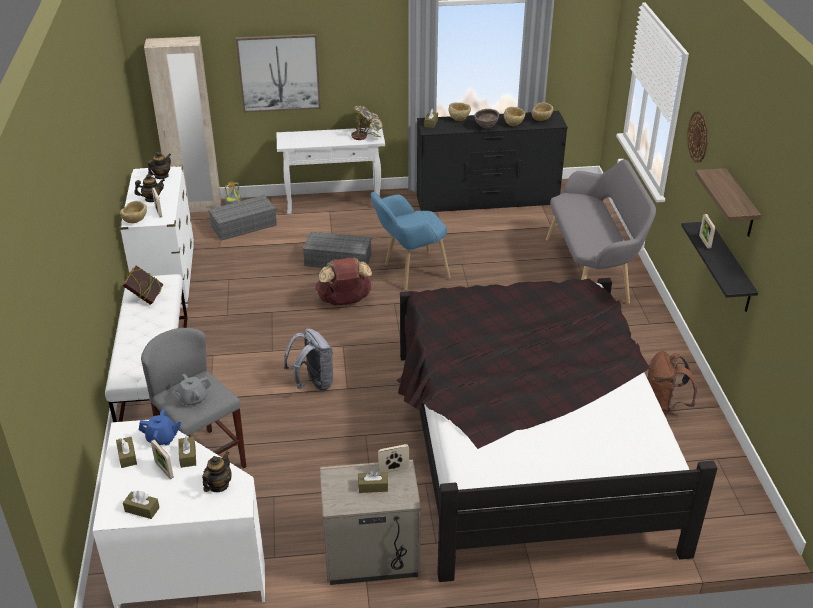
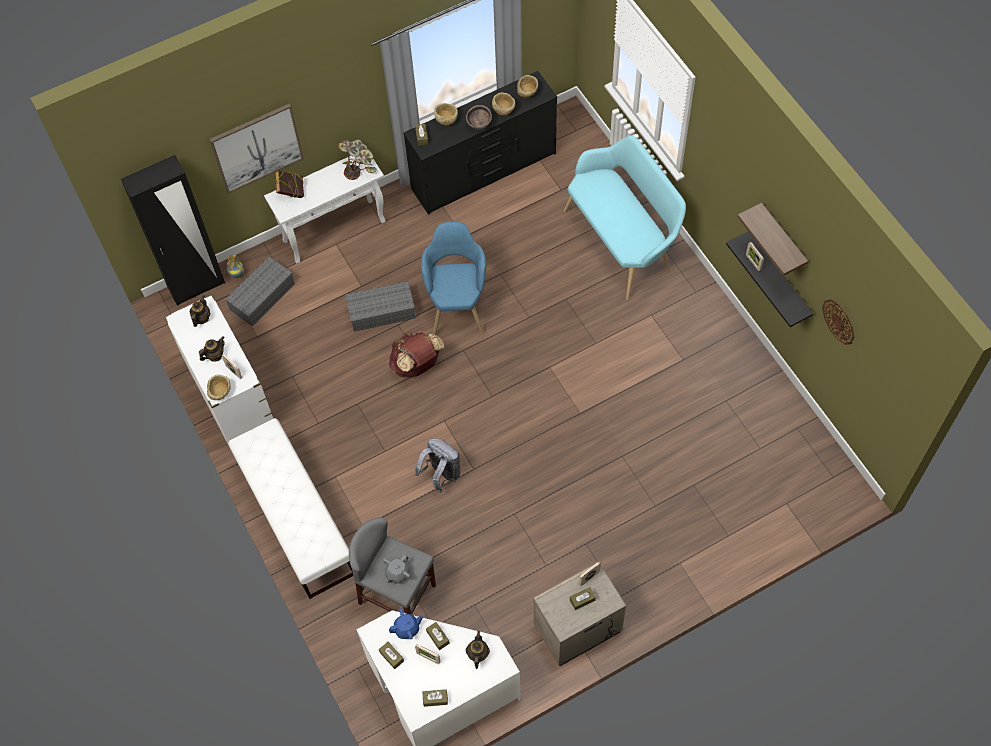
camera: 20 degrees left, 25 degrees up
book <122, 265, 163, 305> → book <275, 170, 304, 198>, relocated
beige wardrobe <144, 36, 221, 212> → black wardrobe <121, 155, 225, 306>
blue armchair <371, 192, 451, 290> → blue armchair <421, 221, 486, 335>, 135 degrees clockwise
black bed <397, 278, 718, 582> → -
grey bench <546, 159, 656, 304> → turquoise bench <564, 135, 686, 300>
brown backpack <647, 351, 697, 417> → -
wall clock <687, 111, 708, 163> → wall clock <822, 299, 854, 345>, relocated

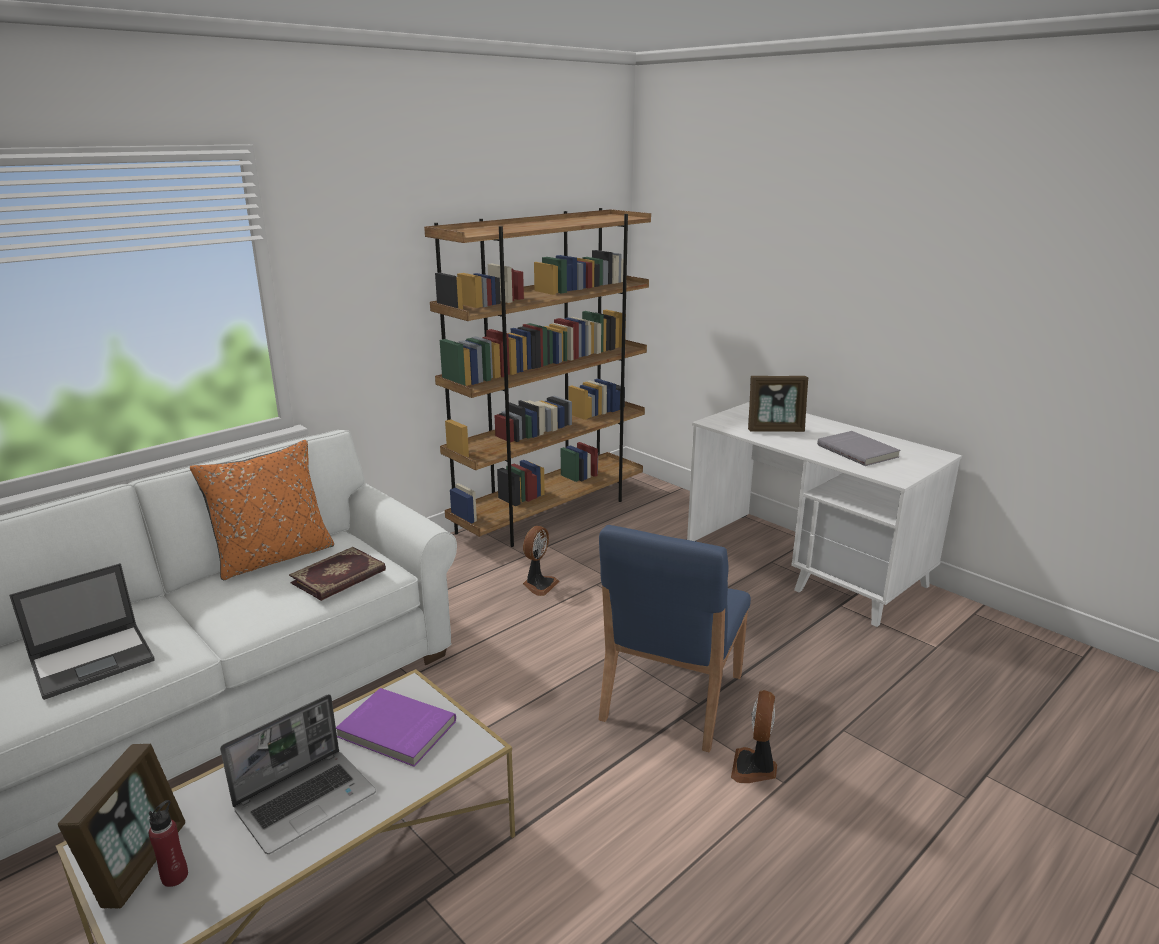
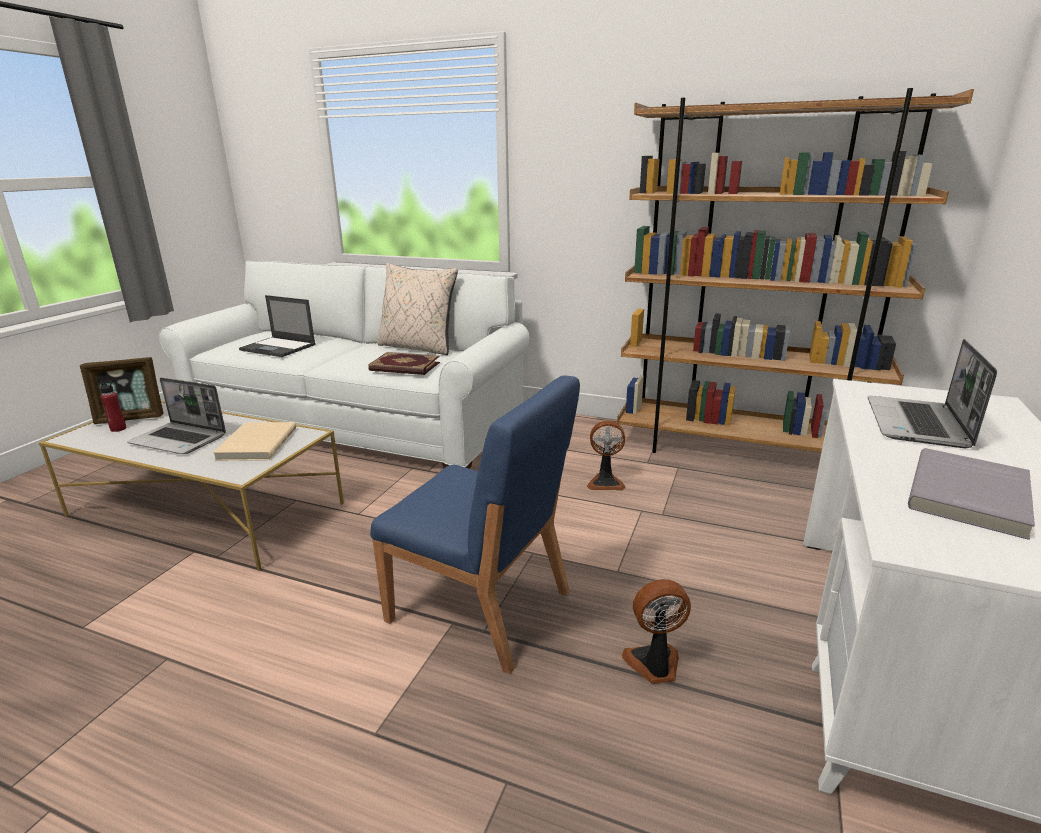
camera: 65 degrees right, 0 degrees up
orange pillow <190, 440, 334, 580> → beige pillow <377, 263, 458, 355>
purple book <336, 688, 456, 767> → beige book <213, 422, 296, 460>
blue chair <599, 525, 751, 752> → blue chair <370, 375, 580, 674>, 150 degrees counterclockwise
fan <731, 690, 777, 783> → fan <622, 579, 691, 684>, relocated
picture frame <748, 376, 808, 432> → laptop <868, 339, 997, 448>

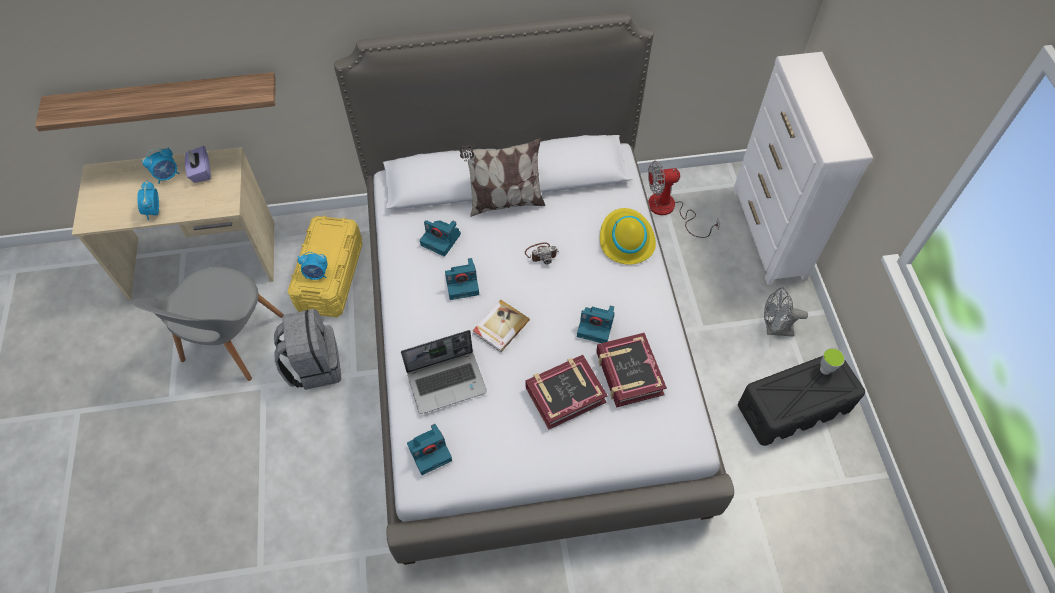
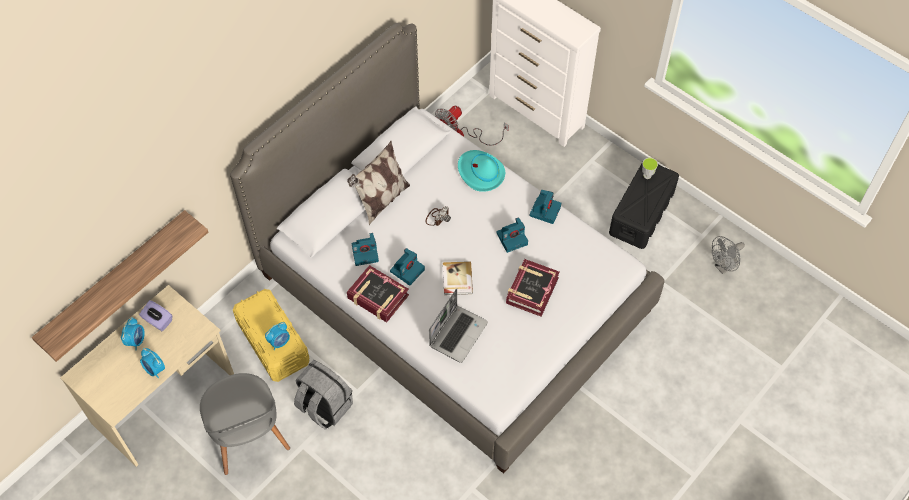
camera: 40 degrees left, 0 degrees up
photo camera <407, 424, 452, 475> → photo camera <530, 190, 561, 224>, relocated
book <596, 333, 667, 408> → book <347, 265, 409, 322>, relocated
yellow hat <600, 208, 656, 264> → turquoise hat <458, 150, 505, 192>
grey fan <764, 287, 808, 337> → grey fan <712, 236, 745, 274>, relocated

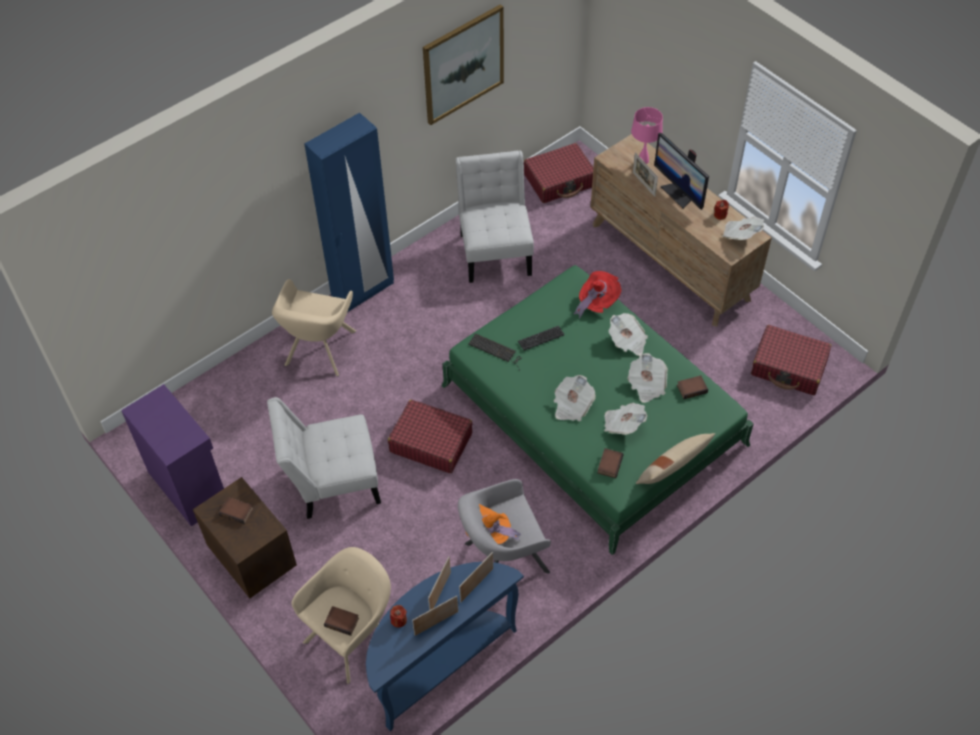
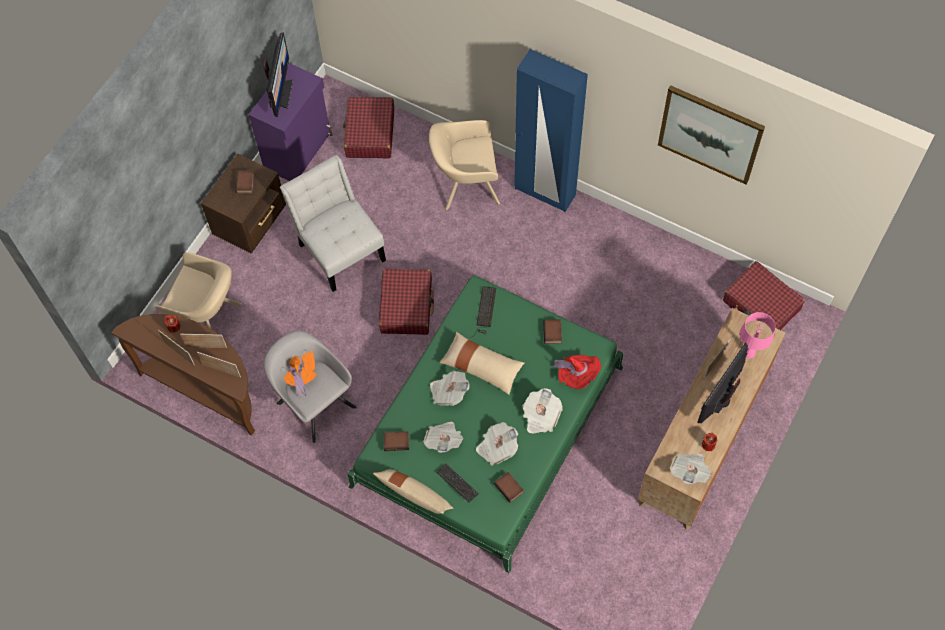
camera: 70 degrees right, 10 degrees up
book <324, 606, 359, 636> → book <543, 319, 562, 344>, relocated
blue console table <366, 562, 524, 731> → brown console table <111, 314, 255, 436>
white chair <456, 151, 534, 283> → -
keyboard <518, 326, 565, 351> → keyboard <436, 464, 479, 503>, relocated
red suitcase <751, 325, 831, 395> → red suitcase <343, 97, 394, 158>, relocated
- → monitor <263, 32, 293, 117>
- → beige pillow <439, 332, 524, 395>

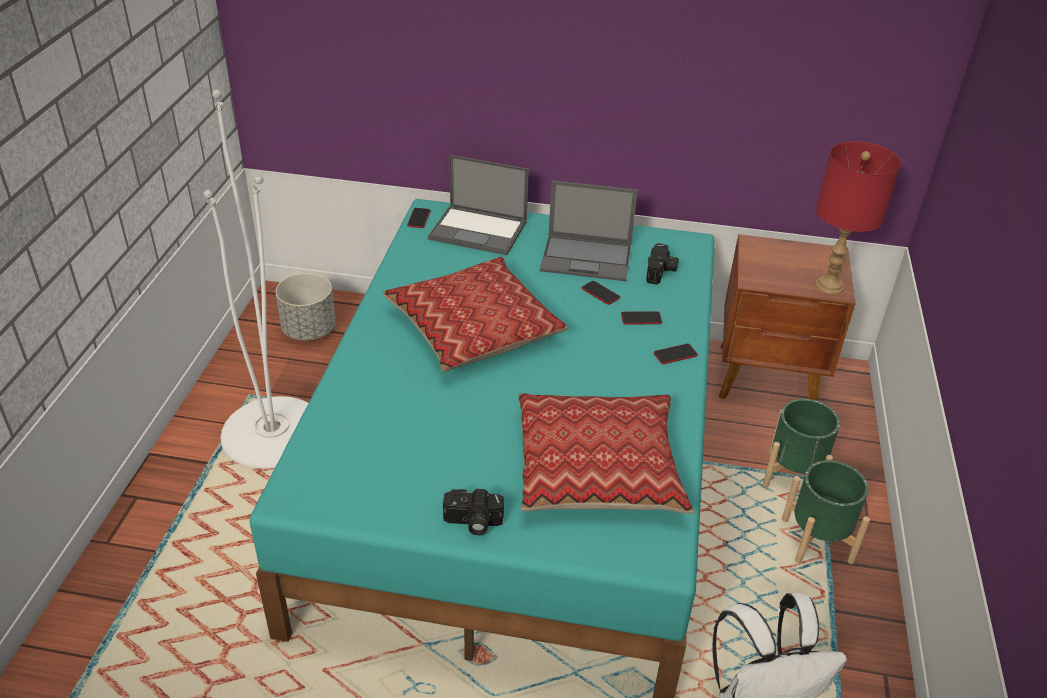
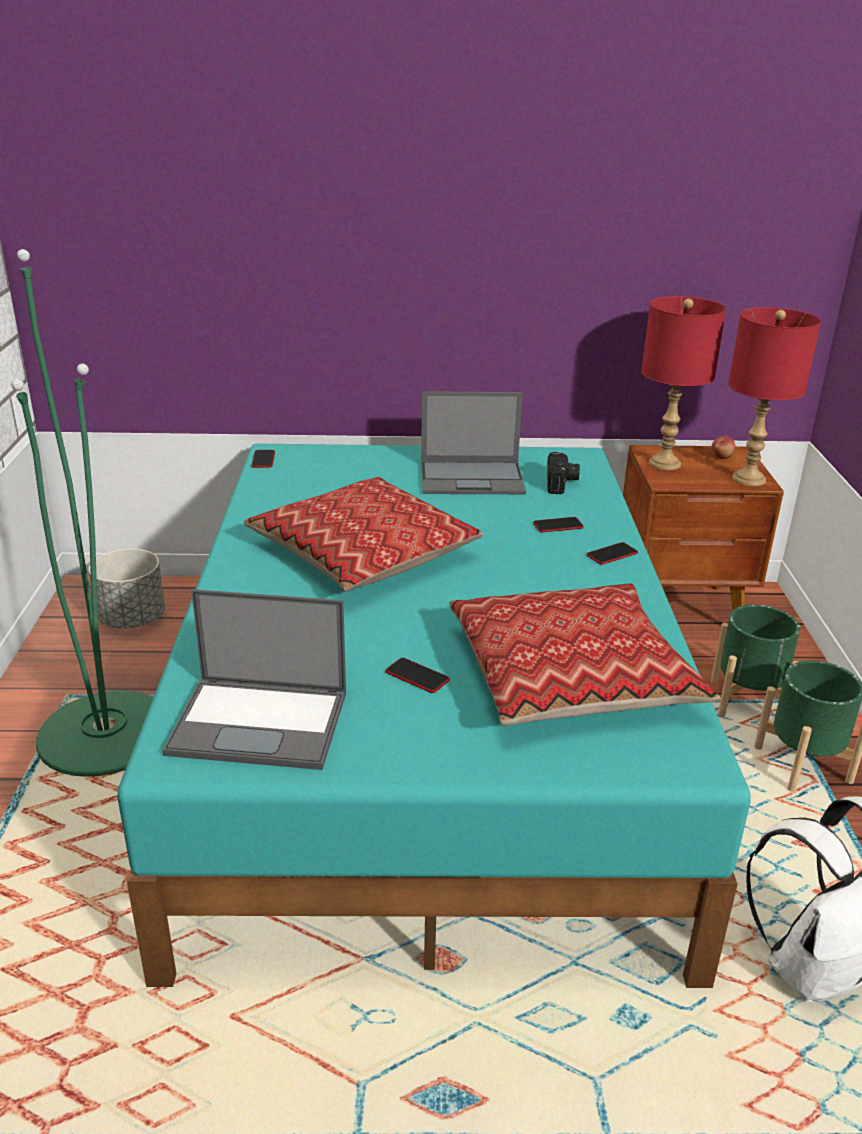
camera: 10 degrees left, 10 degrees down
white floor lamp <203, 89, 308, 469> → green floor lamp <11, 249, 153, 777>
laptop <428, 155, 529, 255> → laptop <163, 589, 346, 770>, relocated
photo camera <443, 489, 504, 536> → -
phone <582, 281, 620, 305> → phone <385, 658, 450, 693>, relocated
- → red table lamp <641, 296, 726, 470>
- → apple <712, 436, 735, 459>

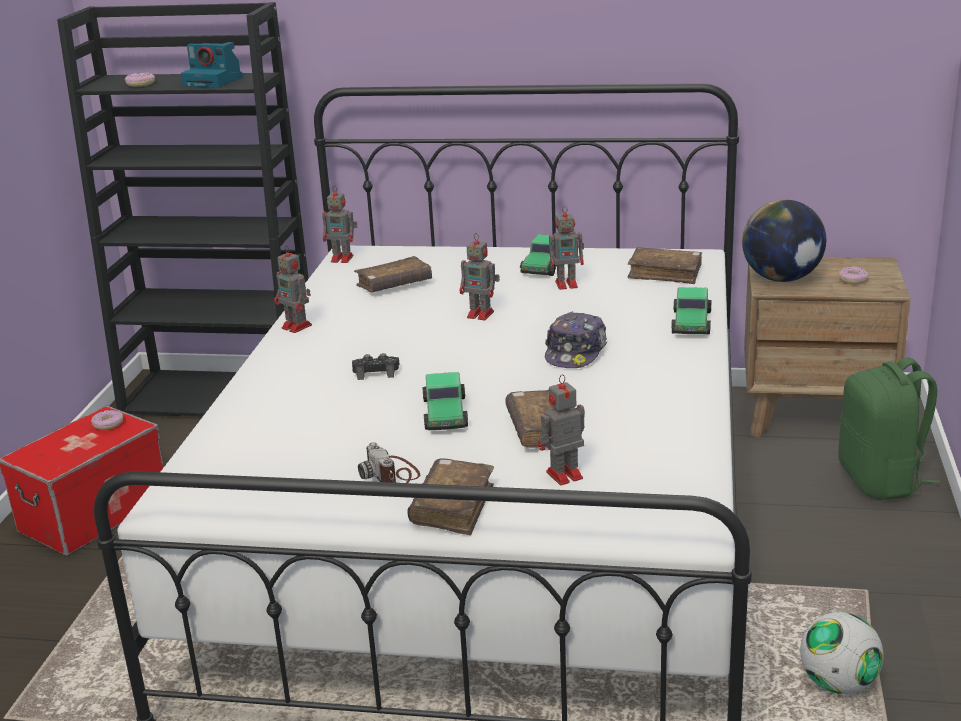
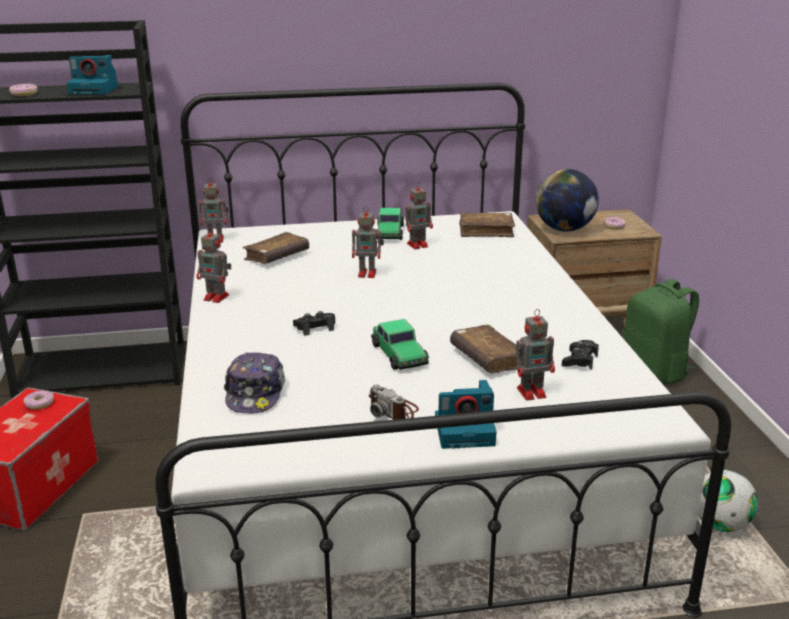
camera: 20 degrees left, 0 degrees up
brown book <407, 458, 494, 535> → photo camera <435, 380, 497, 449>
toy robot <538, 374, 585, 485> → toy robot <516, 309, 555, 401>, 150 degrees counterclockwise
cap <545, 311, 607, 368> → cap <224, 352, 285, 414>, relocated
toy car <671, 287, 712, 334> → -
- → black game controller <562, 340, 599, 370>

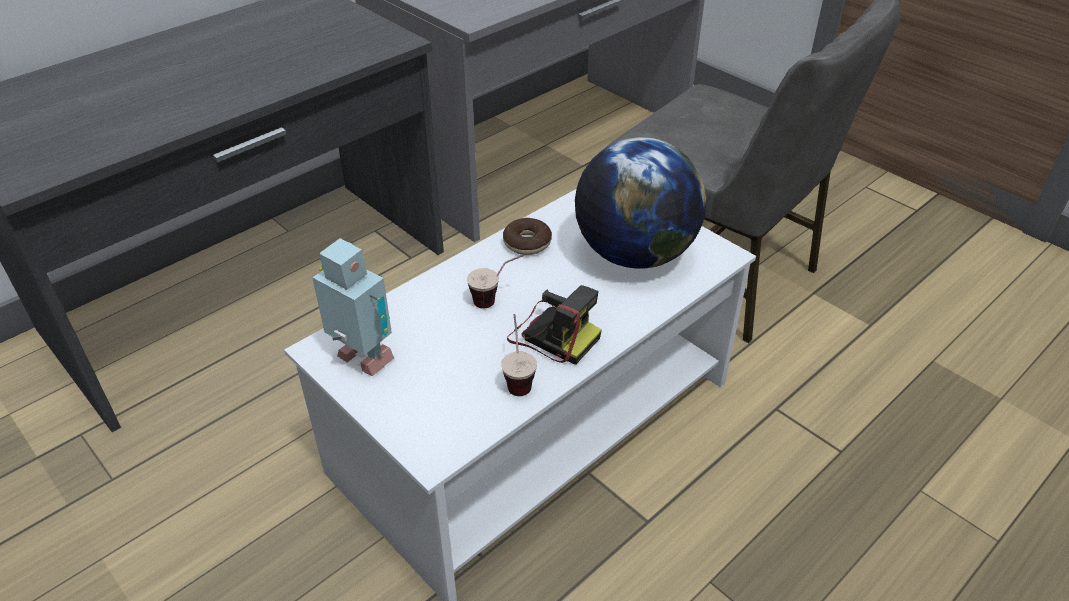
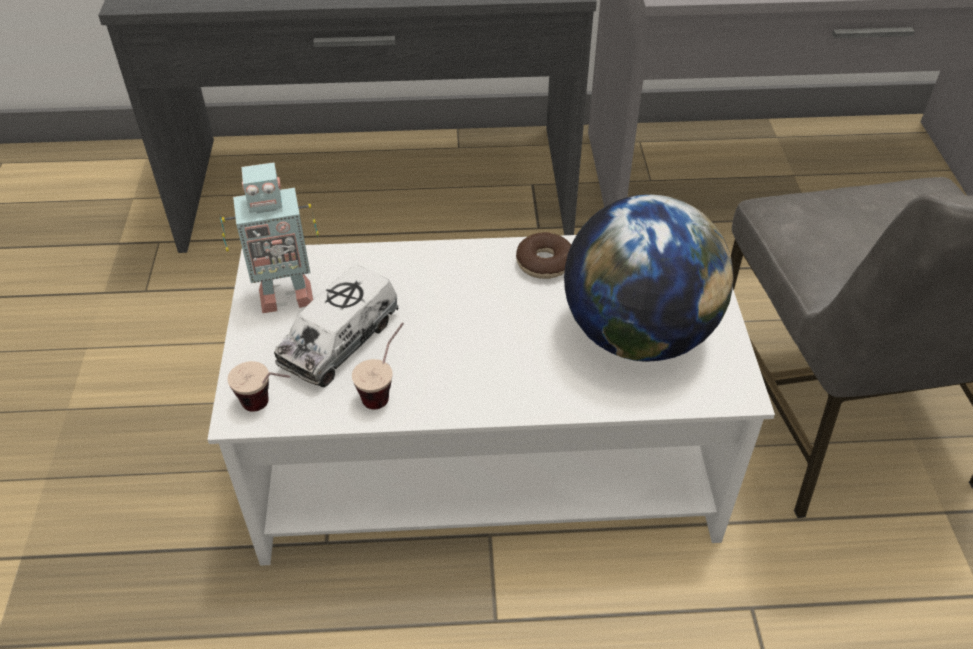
camera: 40 degrees right, 5 degrees up
toy robot <312, 238, 394, 376> → toy robot <219, 162, 319, 313>, 90 degrees clockwise
cup <467, 254, 524, 308> → cup <228, 361, 290, 412>, relocated
photo camera <507, 285, 602, 365> → -
- → toy truck <274, 265, 399, 387>

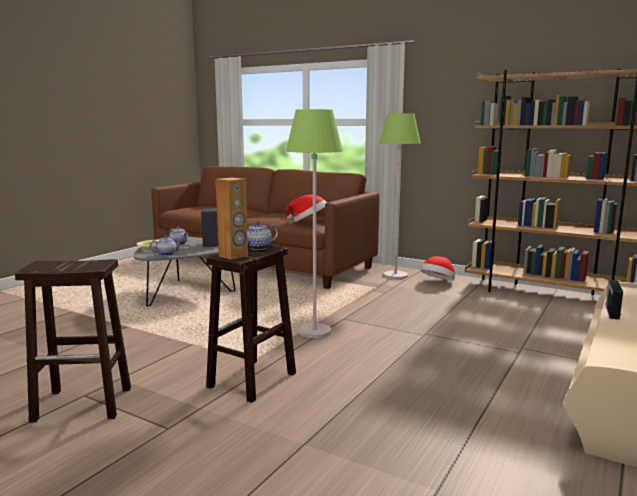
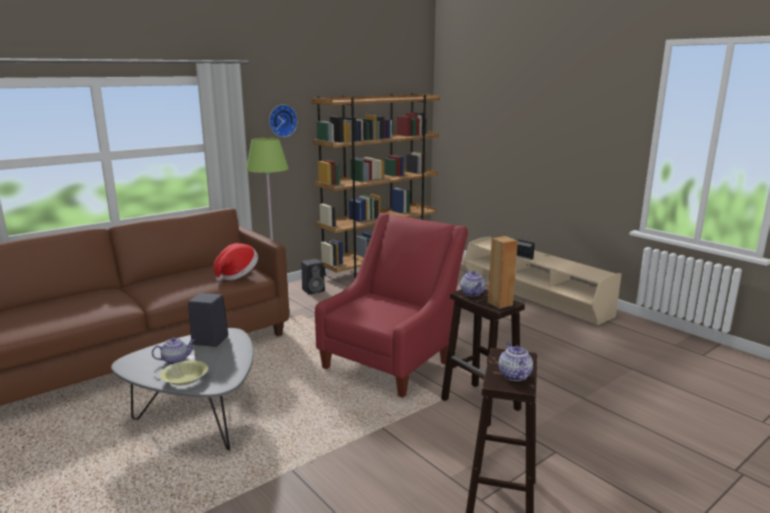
camera: 70 degrees left, 5 degrees up
teapot <150, 236, 182, 256> → teapot <499, 342, 533, 381>, relocated
green floor lamp <286, 109, 343, 338> → red armchair <315, 213, 468, 398>
hat <421, 256, 455, 281> → black speaker <301, 259, 325, 294>
- → wall clock <269, 105, 298, 137>

